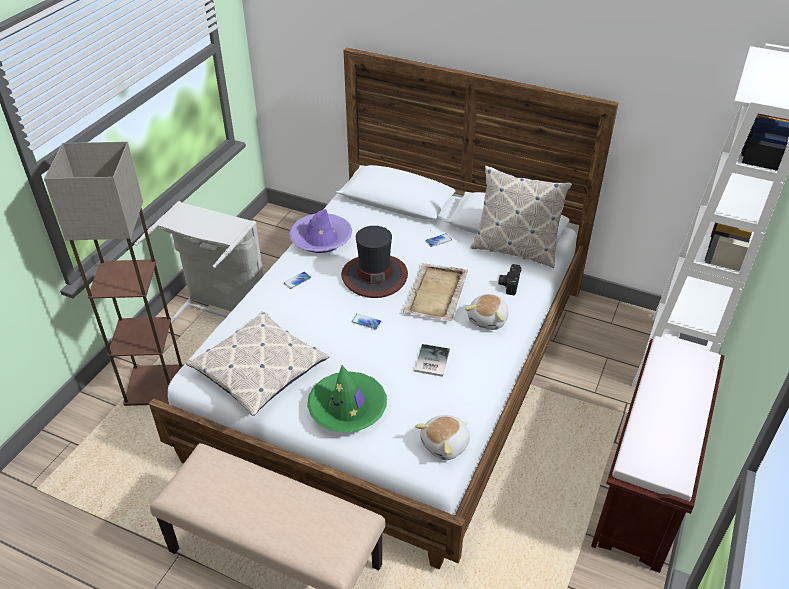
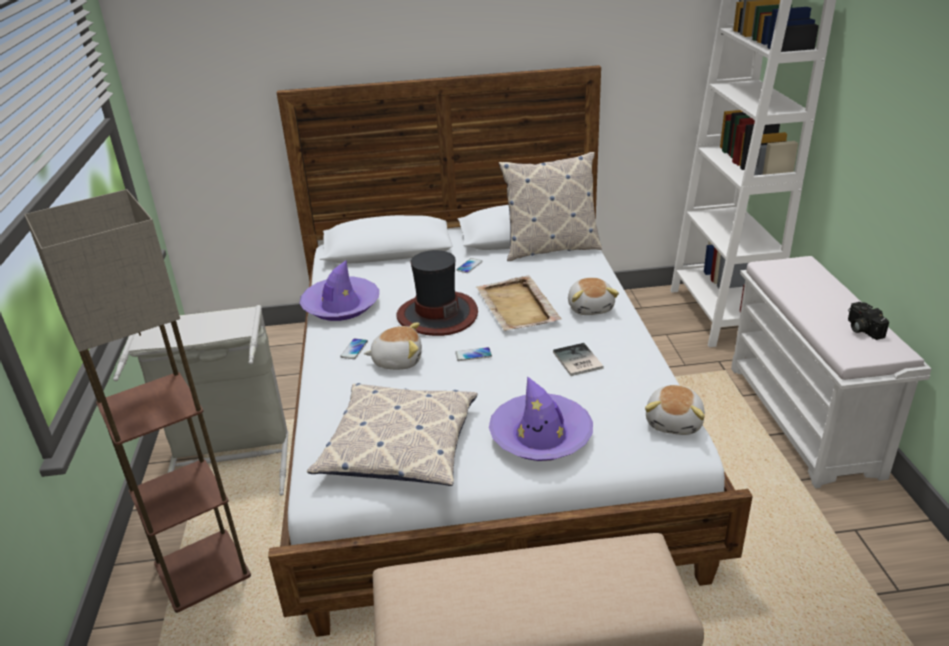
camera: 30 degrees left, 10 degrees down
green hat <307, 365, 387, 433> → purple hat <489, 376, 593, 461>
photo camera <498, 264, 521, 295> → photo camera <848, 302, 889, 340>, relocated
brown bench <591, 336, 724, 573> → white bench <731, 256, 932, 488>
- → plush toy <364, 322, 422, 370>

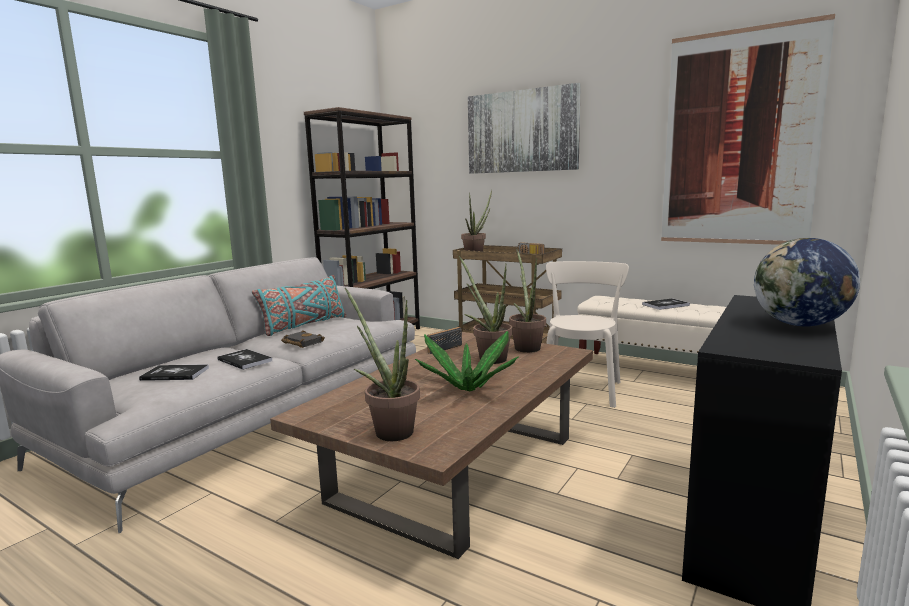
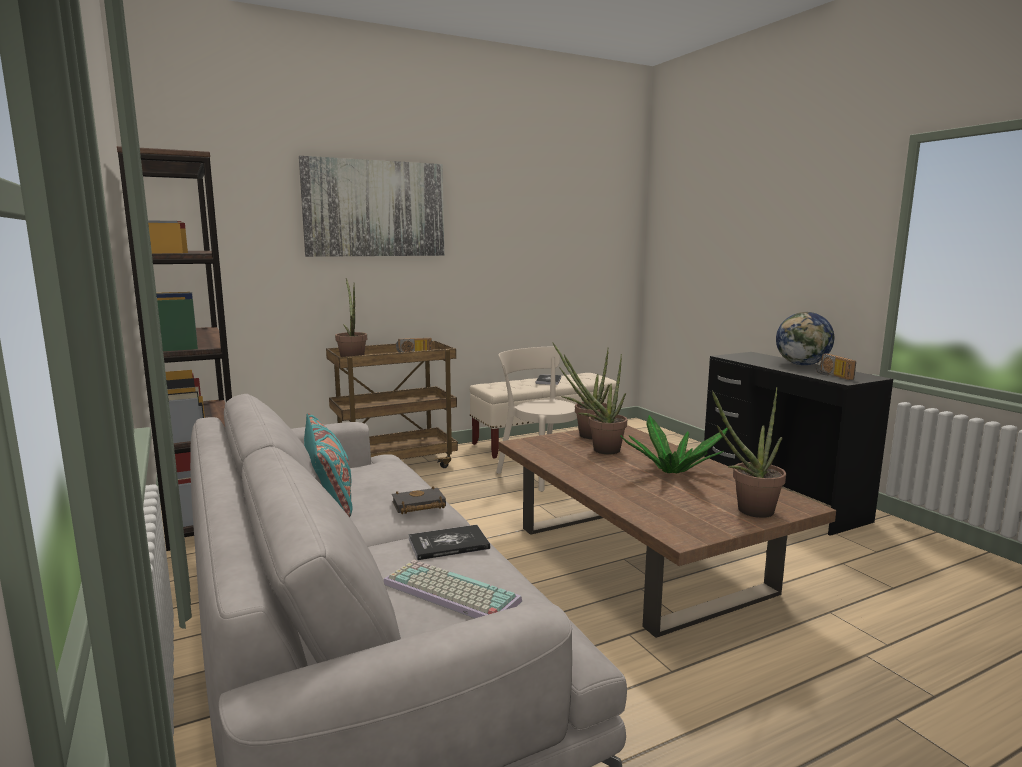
camera: 60 degrees left, 0 degrees up
book <139, 364, 209, 381> → keyboard <383, 560, 522, 618>
radio <427, 327, 462, 354> → radio <816, 354, 856, 380>, relocated
picture <661, 14, 835, 245> → -

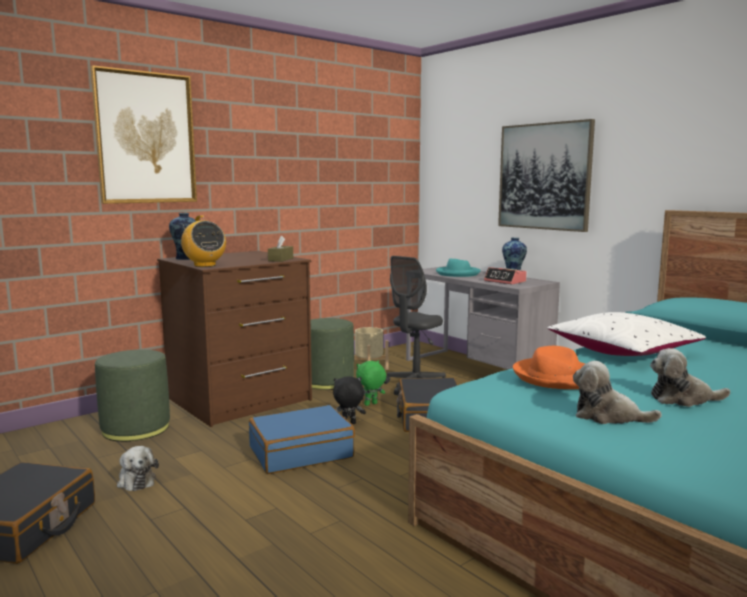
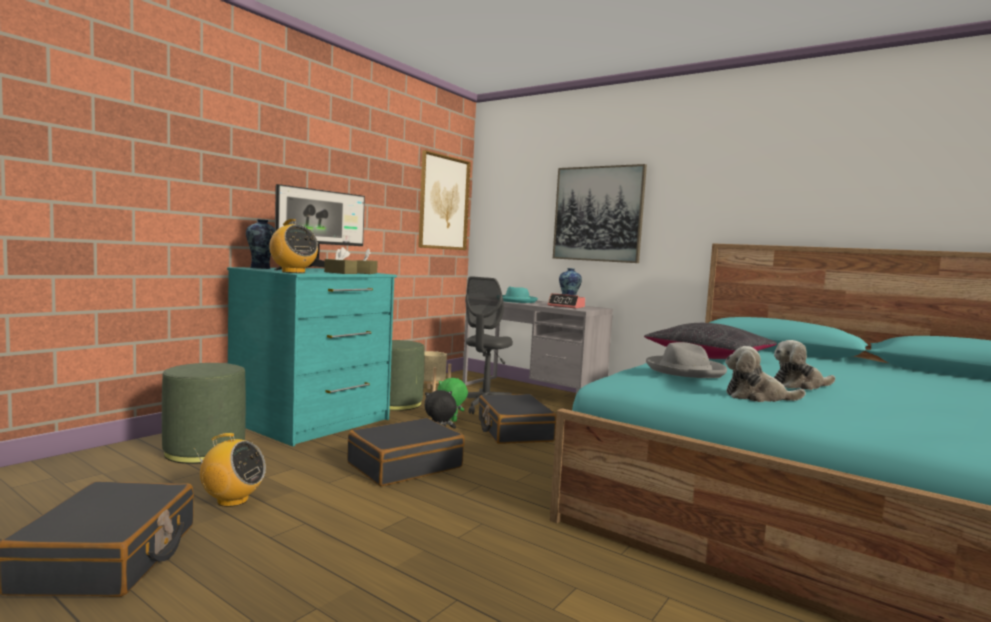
camera: 15 degrees left, 5 degrees down
picture <91, 65, 197, 204> → picture <418, 150, 471, 250>, relocated
plush toy <117, 446, 159, 491> → radio <194, 433, 266, 507>
brown dresser <157, 251, 312, 427> → turquoise dresser <227, 267, 397, 447>
blue suitcase <249, 405, 355, 474> → black suitcase <347, 418, 465, 486>
orange hat <513, 346, 585, 389> → grey hat <646, 342, 727, 378>
white pillow <548, 312, 706, 356> → black pillow <644, 323, 777, 359>
- → monitor <274, 184, 365, 270>
- → brown tissue box <324, 247, 357, 274>

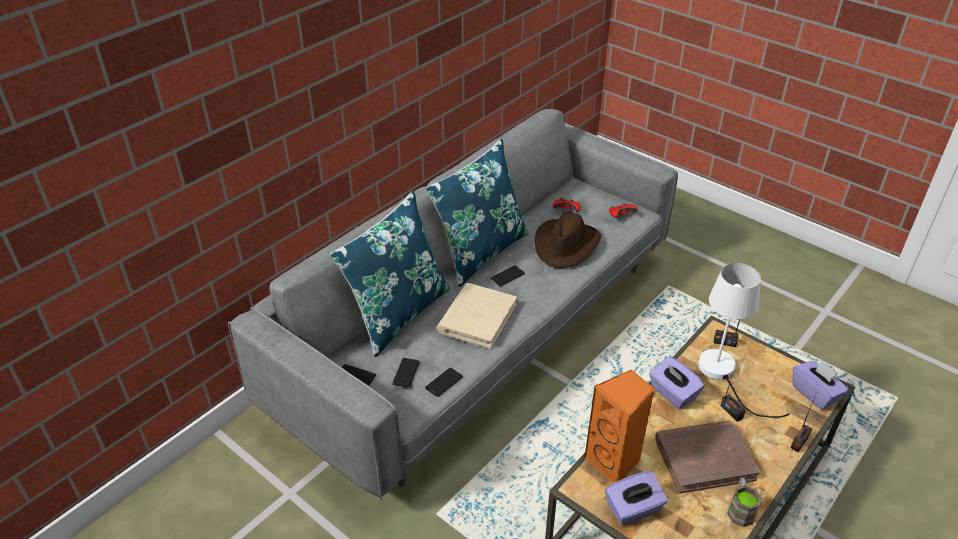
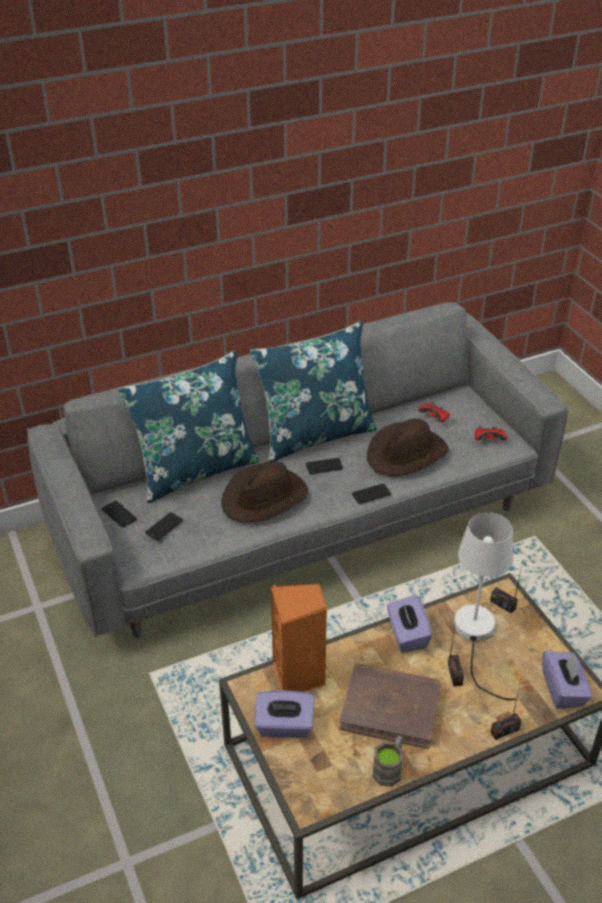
camera: 25 degrees right, 0 degrees up
phone <425, 368, 463, 397> → phone <352, 484, 391, 504>, relocated
beige book <437, 283, 517, 349> → brown hat <221, 461, 308, 523>

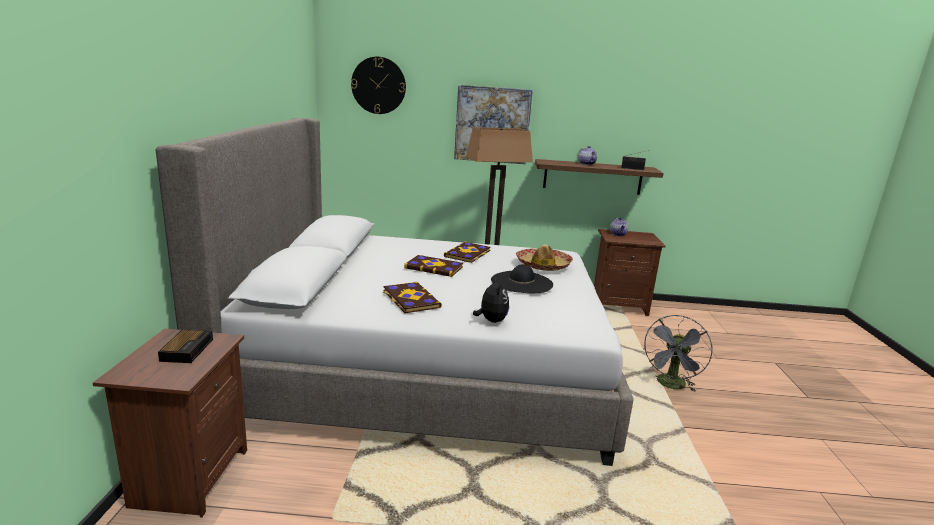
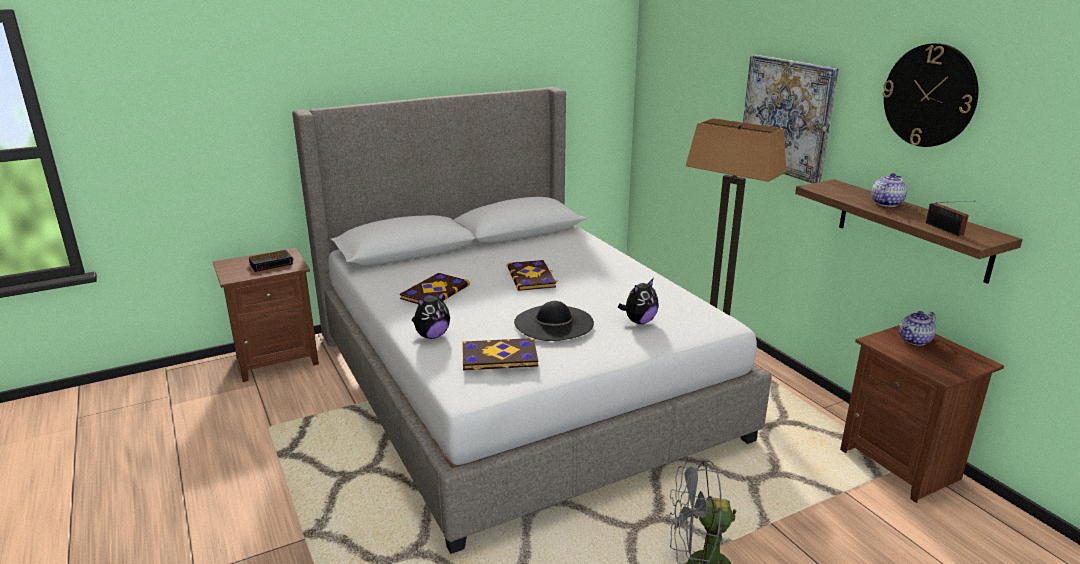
camera: 60 degrees right, 5 degrees up
wall clock <351, 57, 406, 114> → wall clock <882, 43, 978, 147>, relocated
book <444, 242, 491, 263> → book <462, 338, 538, 371>, relocated
hat <516, 244, 573, 271> → plush toy <618, 279, 659, 324>

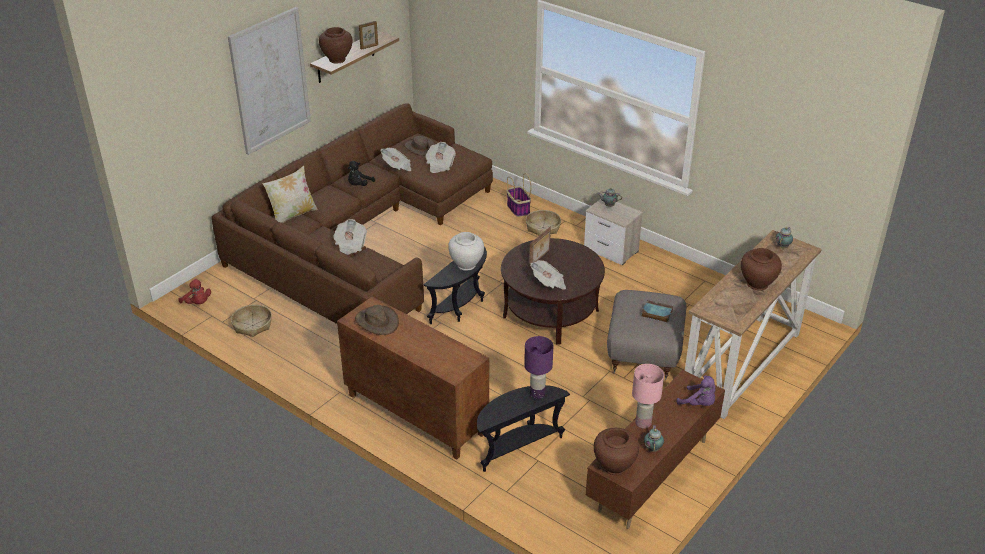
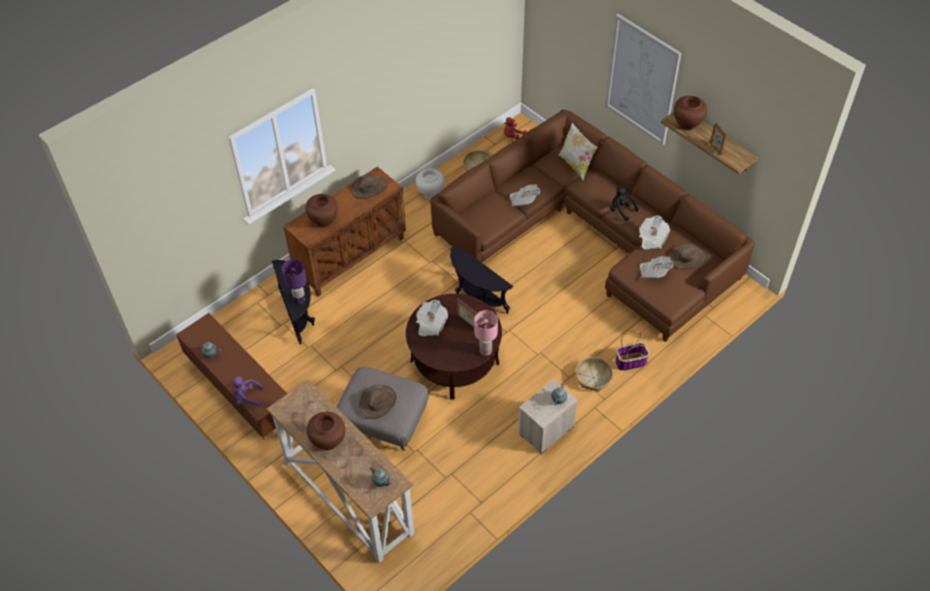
camera: 100 degrees right, 15 degrees up
white vase <448, 232, 484, 271> → white vase <416, 169, 445, 199>, relocated
brown vase <594, 428, 639, 475> → brown vase <305, 194, 338, 228>, relocated
pink table lamp <632, 364, 664, 429> → pink table lamp <474, 310, 498, 356>, relocated
book <642, 300, 673, 323> → brown hat <359, 385, 396, 419>
purple plush toy <676, 375, 716, 406> → purple plush toy <230, 376, 264, 407>, 45 degrees clockwise

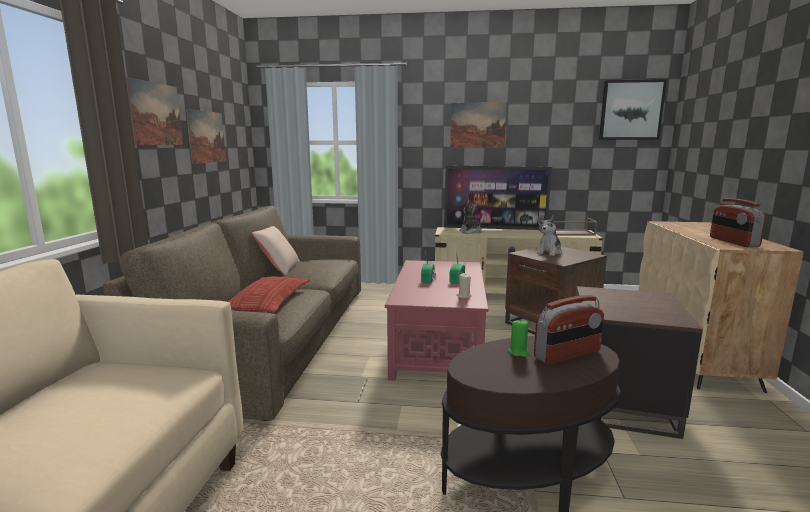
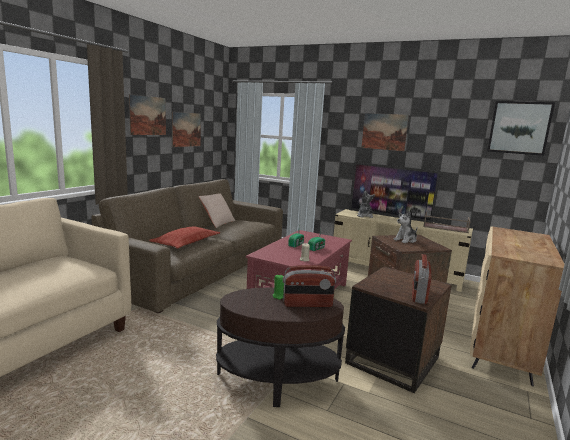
camera: 20 degrees right, 0 degrees up
radio <710, 199, 766, 247> → radio <412, 254, 431, 304>, relocated

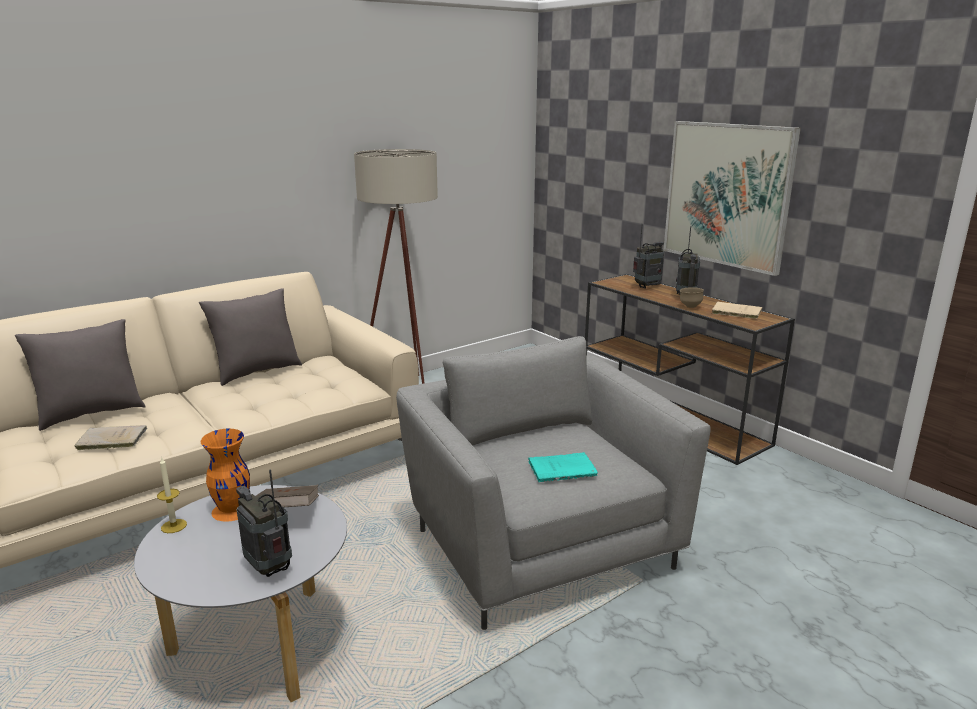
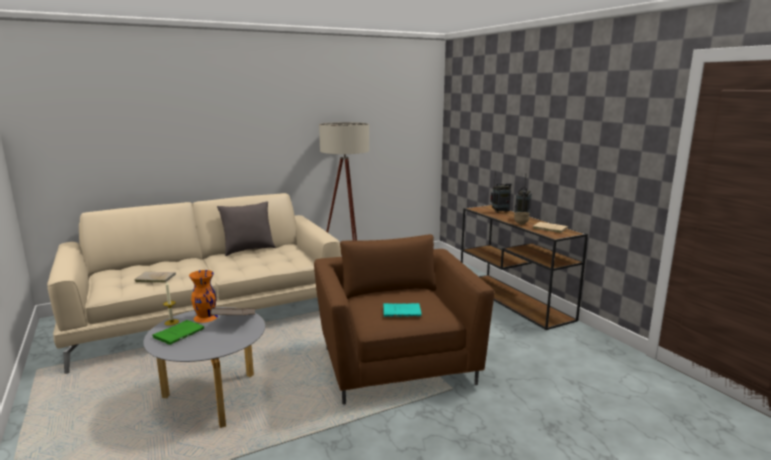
camera: 10 degrees right, 5 degrees down
grey pillow <15, 319, 145, 431> → -
radio <236, 470, 292, 577> → -
grey armchair <396, 336, 711, 630> → brown armchair <314, 234, 495, 405>
picture <663, 121, 801, 276> → -
- → green book <152, 320, 204, 345>

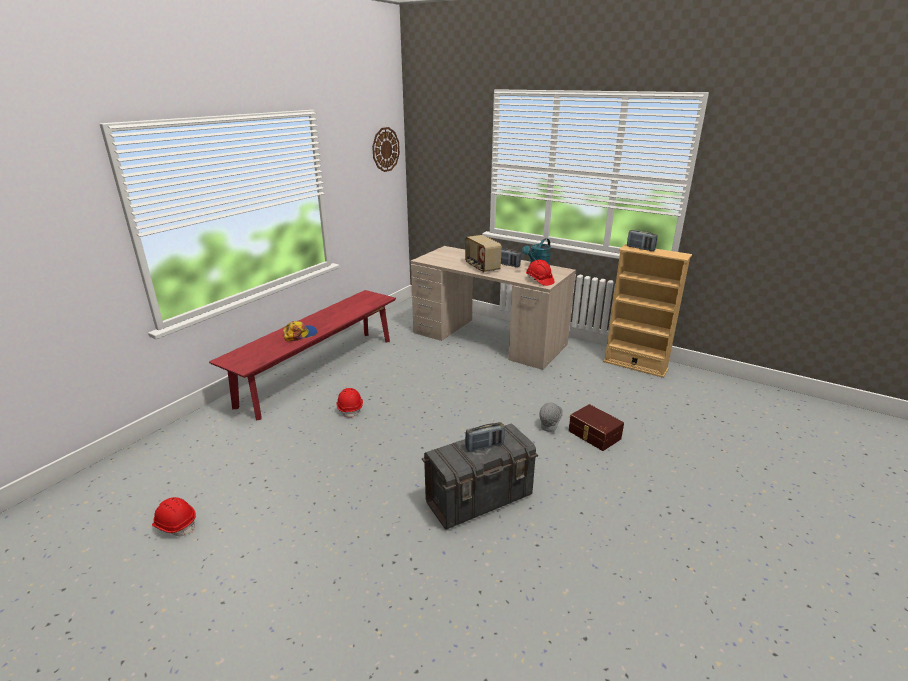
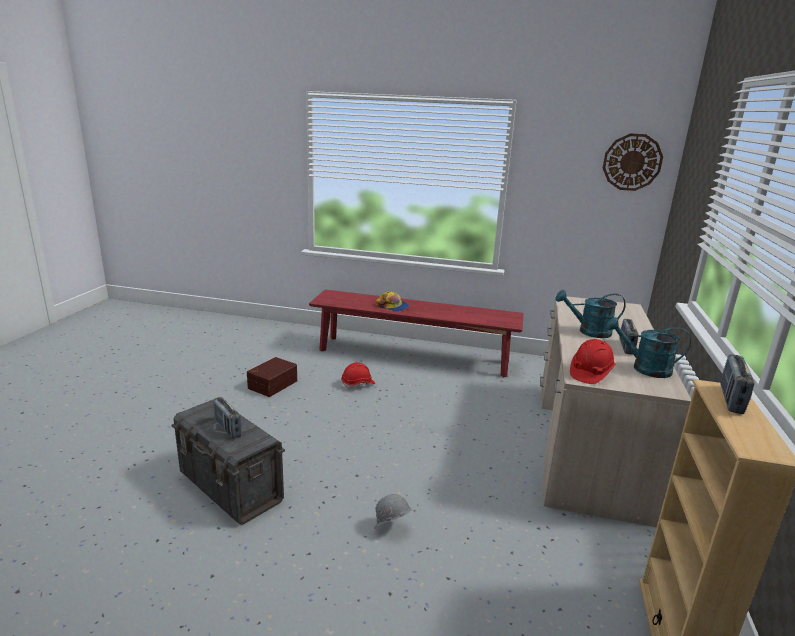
camera: 70 degrees right, 5 degrees down
red hard hat <152, 497, 196, 536> → -
radio <465, 235, 502, 273> → turquoise watering can <556, 290, 626, 338>
brown storage box <569, 404, 624, 451> → brown storage box <247, 357, 297, 397>, relocated

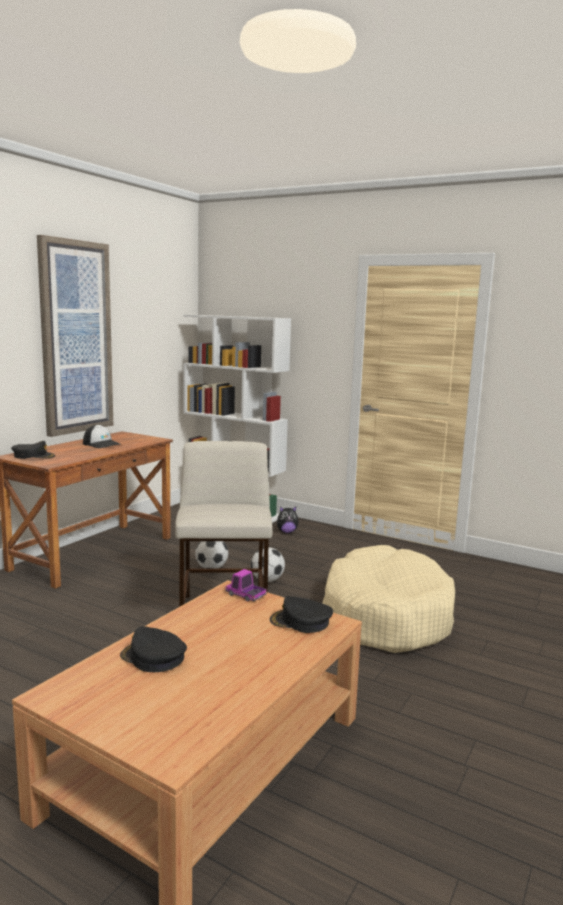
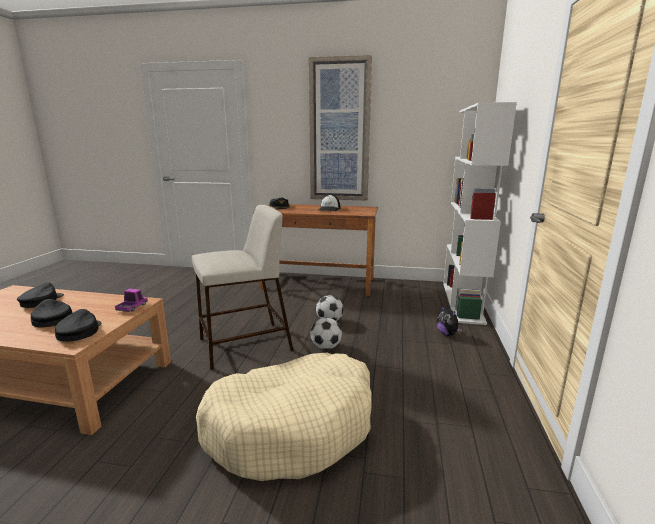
camera: 70 degrees right, 5 degrees up
- → black cap <31, 299, 72, 327>

